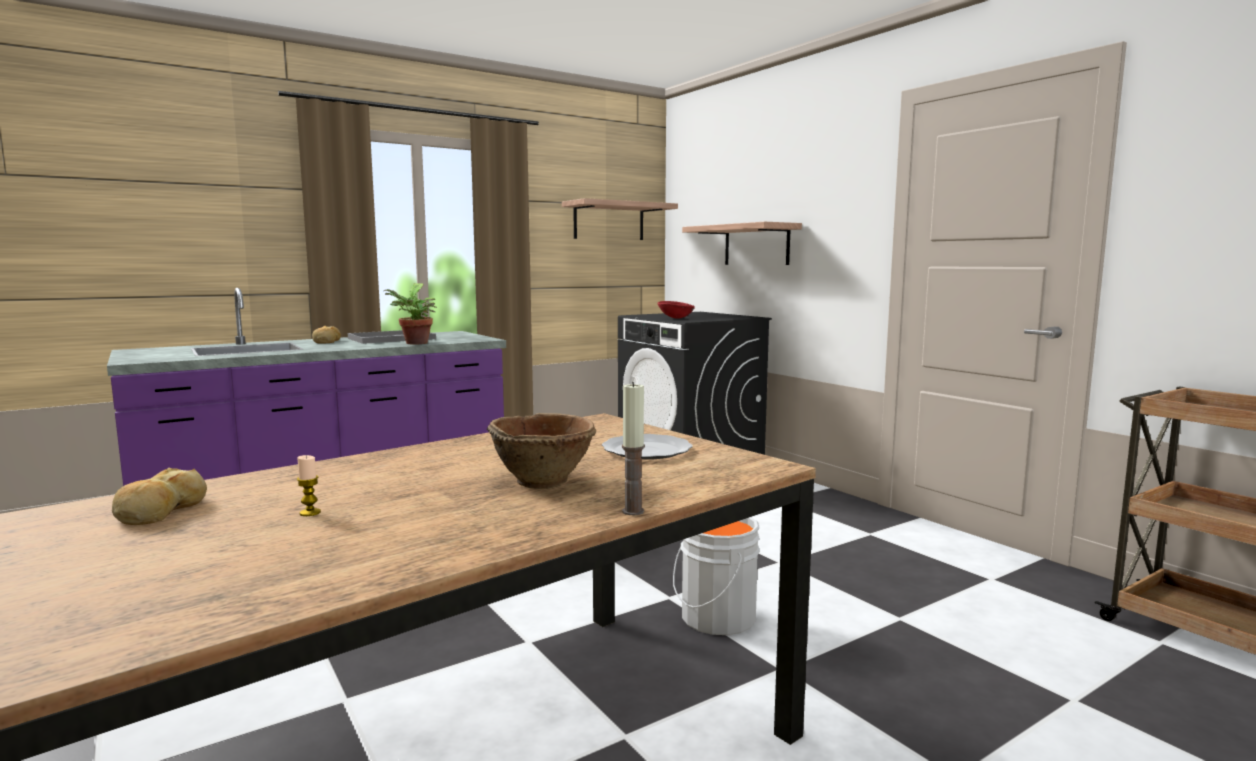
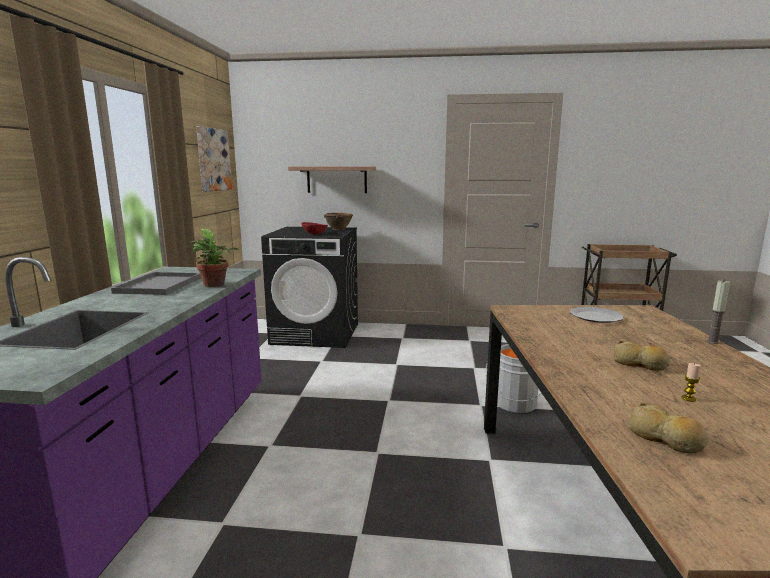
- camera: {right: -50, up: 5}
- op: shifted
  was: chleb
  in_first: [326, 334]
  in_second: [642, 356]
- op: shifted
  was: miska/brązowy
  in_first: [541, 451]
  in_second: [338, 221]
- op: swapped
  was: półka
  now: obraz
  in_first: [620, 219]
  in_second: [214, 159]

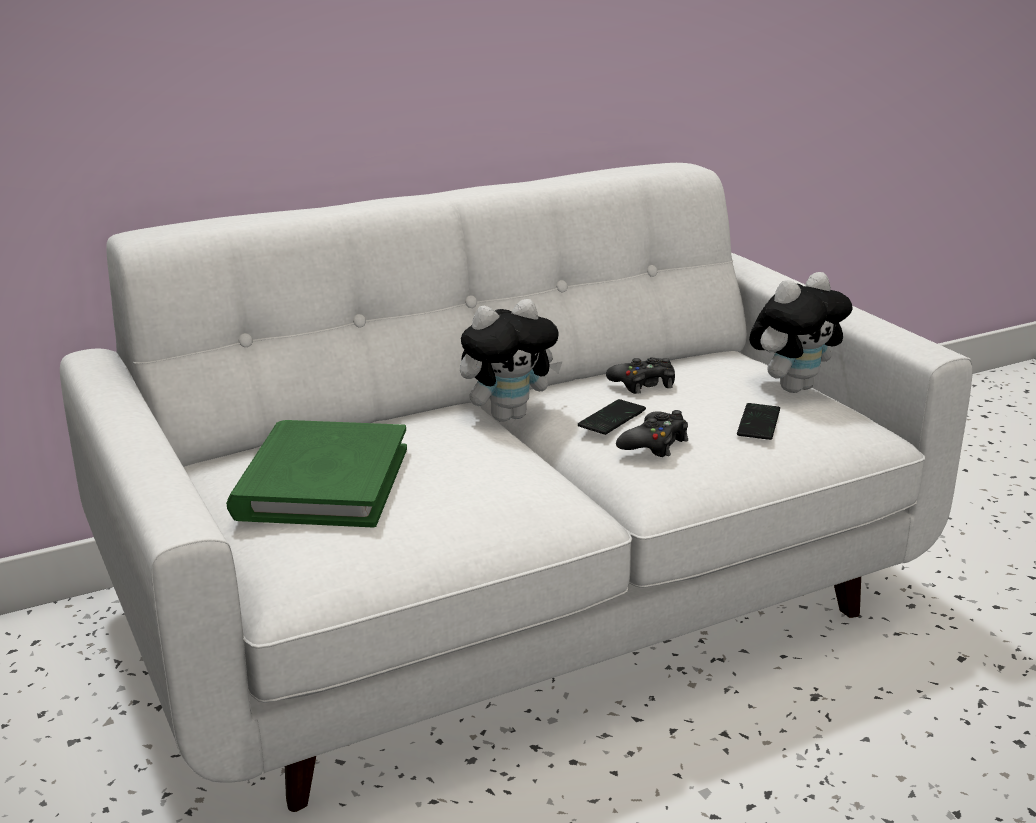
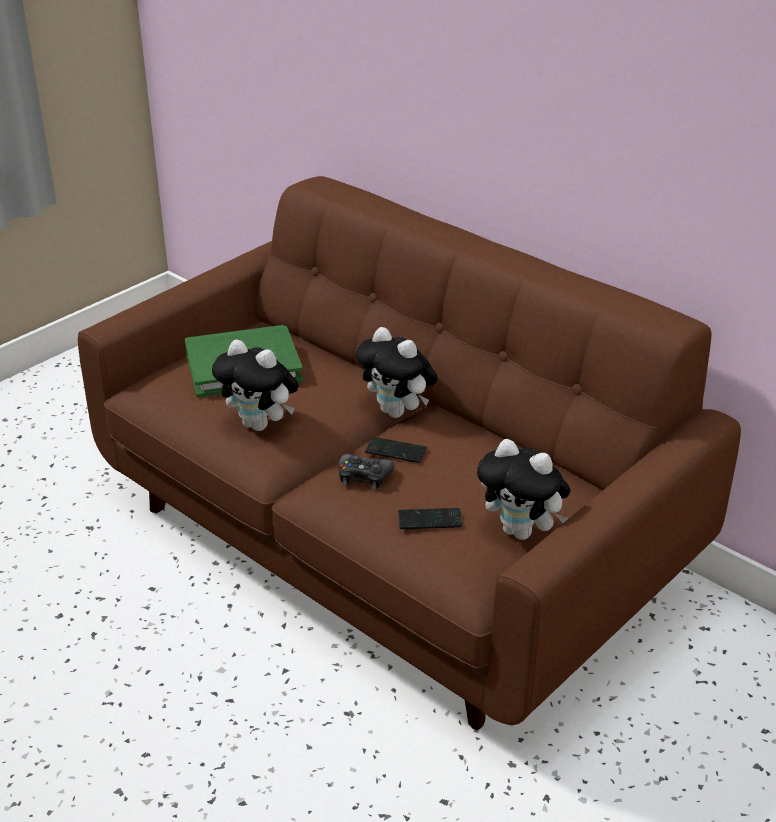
- camera: {right: 70, up: 10}
- op: repainted
  was: kanapa/biały
  now: kanapa/brązowy
  in_first: [516, 487]
  in_second: [409, 453]
- op: gone
  was: pad do gier/czarny
  in_first: [640, 375]
- op: new
  now: pluszak
  in_second: [255, 385]

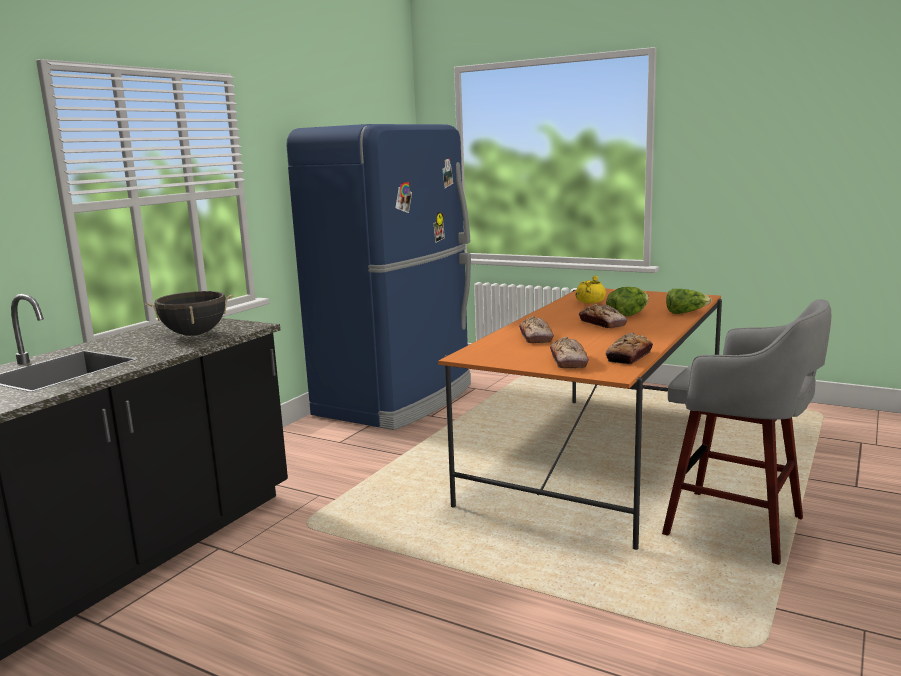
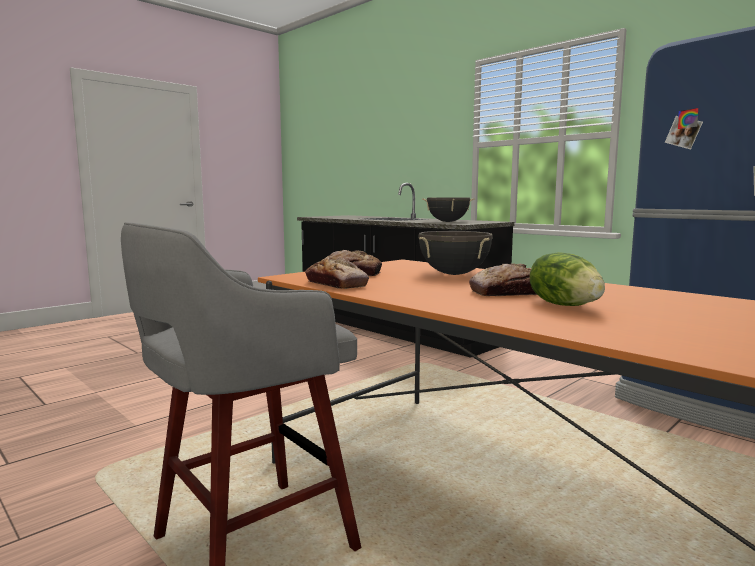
- camera: {right: 105, up: -5}
- op: swapped
  was: chleb
  now: garnek/czarny
  in_first: [536, 330]
  in_second: [455, 253]
- op: gone
  was: garnek/żółty
  in_first: [591, 289]
- op: gone
  was: sałata
  in_first: [688, 301]

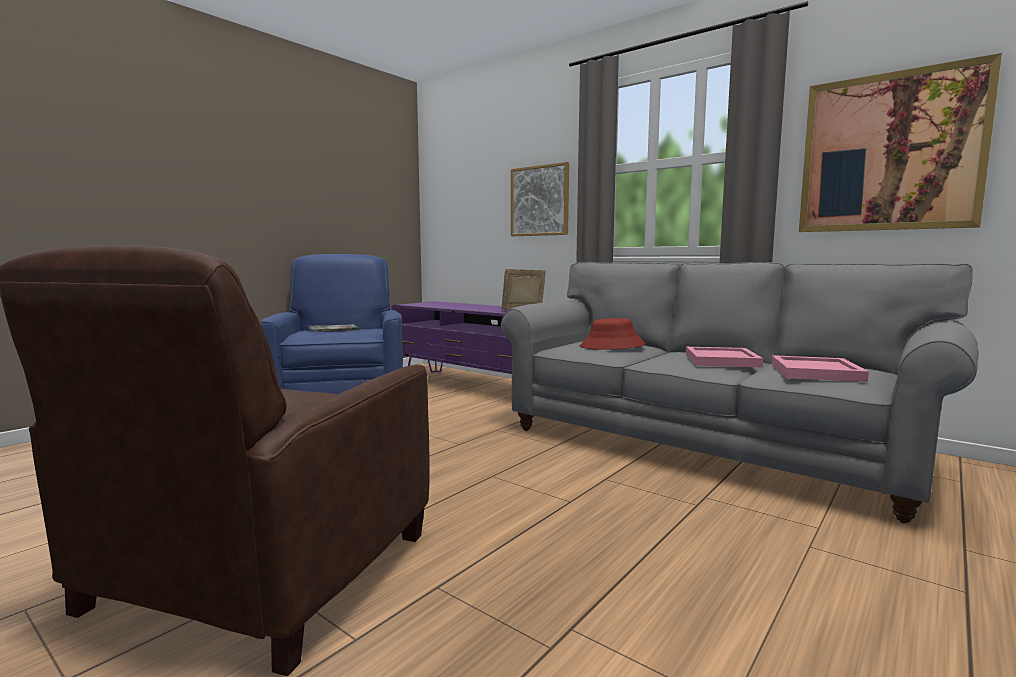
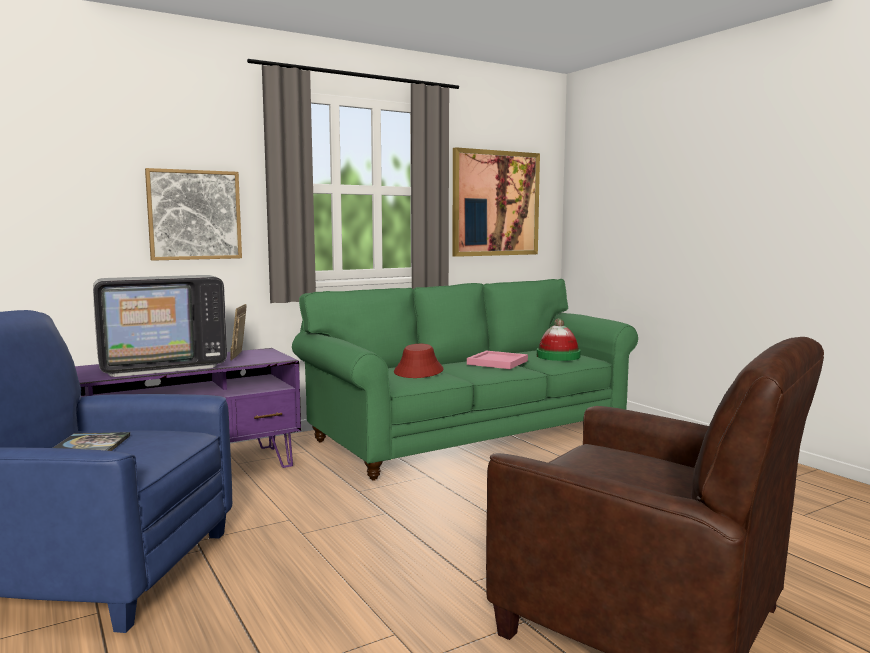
- camera: {right: -70, up: 0}
- op: repainted
  was: kanapa/szary
  now: kanapa/zielony
  in_first: [740, 392]
  in_second: [465, 380]
- op: swapped
  was: taca/różowy
  now: kapelusz
  in_first: [820, 368]
  in_second: [559, 339]
- op: new
  now: telewizor
  in_second: [160, 326]

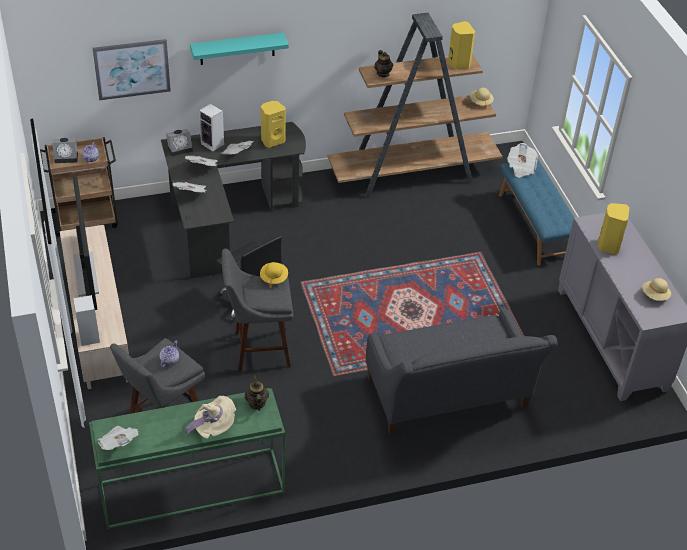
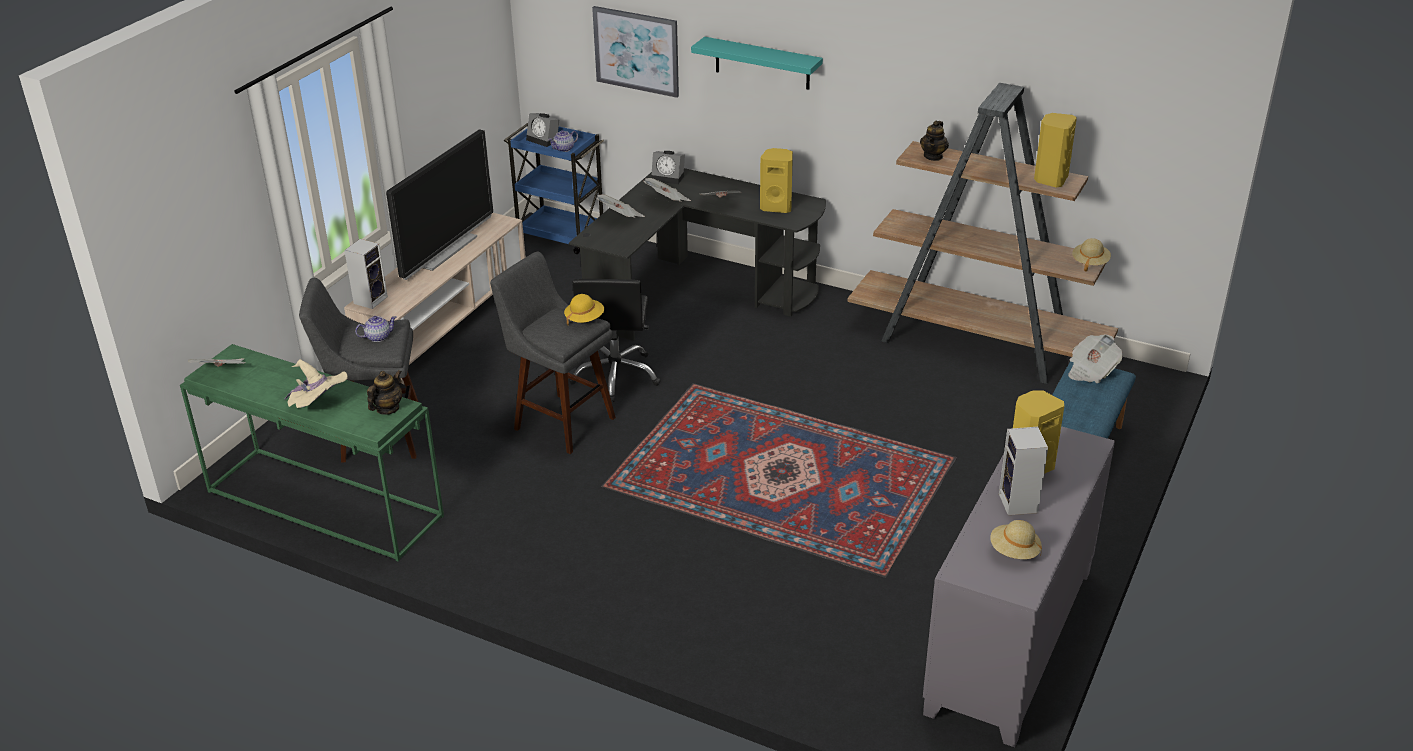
- camera: {right: 45, up: -10}
- op: repainted
  was: wózek/brązowy
  now: wózek/niebieski
  in_first: [79, 187]
  in_second: [554, 188]
- op: shifted
  was: głośnik
  in_first: [211, 127]
  in_second: [1023, 471]
- op: gone
  was: kanapa/szary
  in_first: [462, 372]

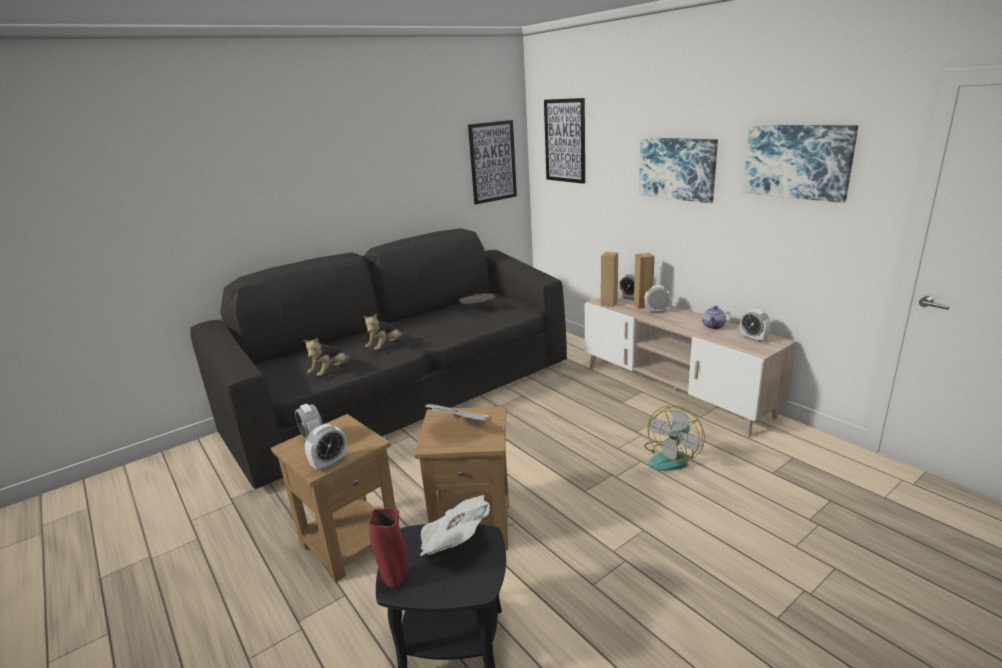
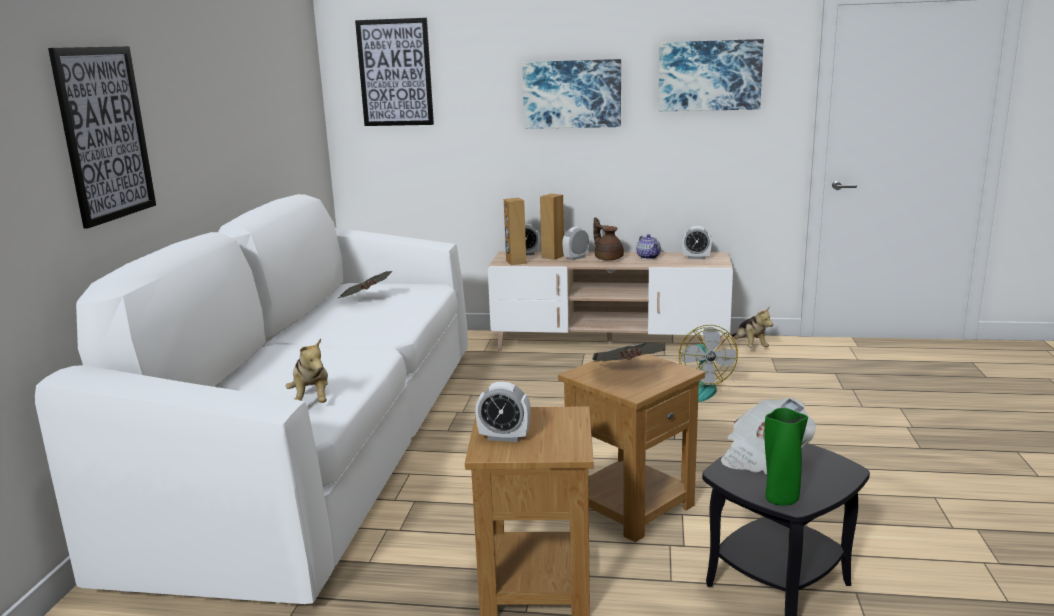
- camera: {right: -45, up: -5}
- op: repainted
  was: kanapa/czarny
  now: kanapa/biały
  in_first: [378, 358]
  in_second: [251, 399]
- op: gone
  was: budzik
  in_first: [326, 447]
- op: shifted
  was: pluszak
  in_first: [383, 332]
  in_second: [752, 327]
- op: repainted
  was: wazon/czerwony
  now: wazon/zielony
  in_first: [388, 547]
  in_second: [786, 457]
- op: shifted
  was: obraz
  in_first: [492, 162]
  in_second: [102, 137]
- op: new
  now: imbryk/brązowy
  in_second: [608, 239]

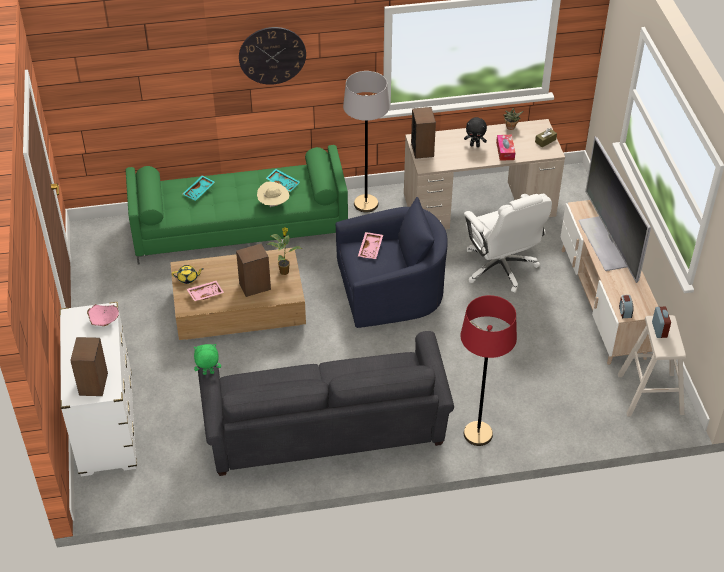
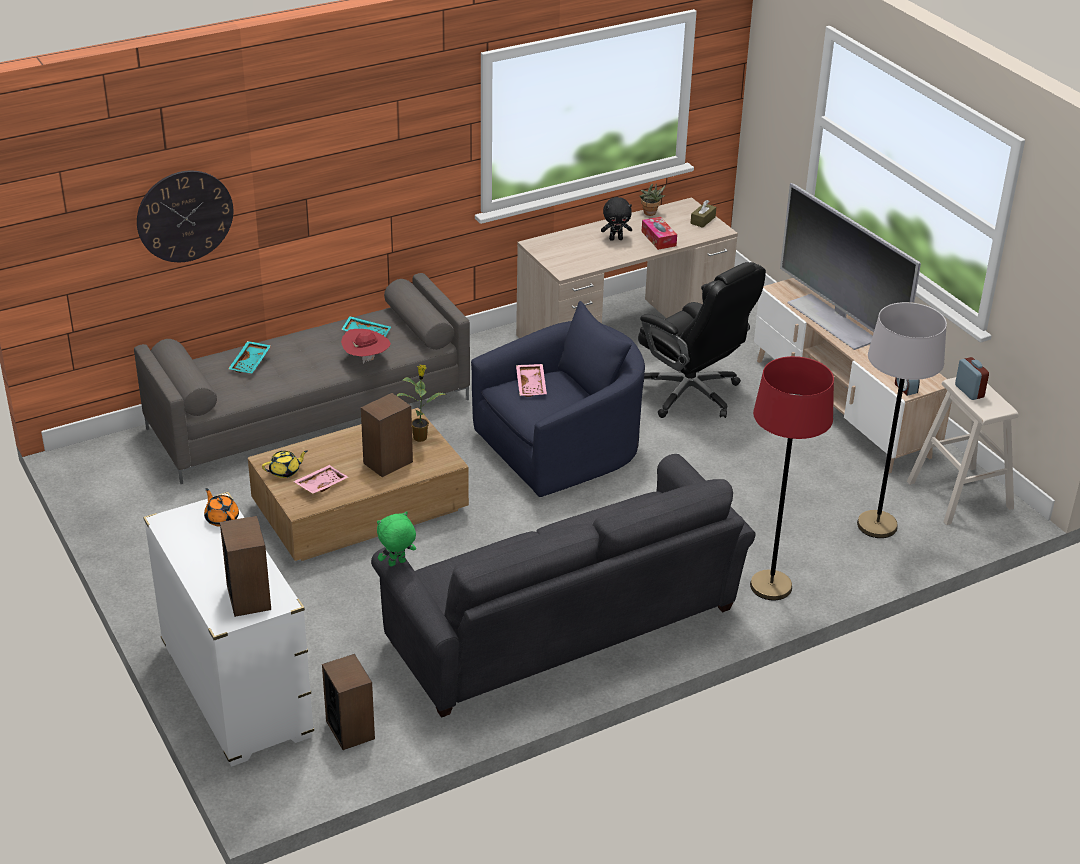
- camera: {right: -20, up: -10}
- op: swapped
  was: miska/różowy
  now: imbryk/pomarańczowy
  in_first: [103, 315]
  in_second: [221, 507]
- op: repainted
  was: kanapa/zielony
  now: kanapa/szary
  in_first: [237, 205]
  in_second: [302, 378]
- op: shifted
  was: zegar ścienny
  in_first: [272, 56]
  in_second: [185, 216]
- op: repainted
  was: kapelusz/beżowy
  now: kapelusz/czerwony
  in_first: [273, 194]
  in_second: [366, 346]
- op: shifted
  was: lampa stojąca/szary
  in_first: [366, 142]
  in_second: [902, 420]
- op: shifted
  was: głośnik
  in_first: [423, 133]
  in_second: [348, 702]
- op: repainted
  was: krzesło biurowe/biały
  now: krzesło biurowe/czarny
  in_first: [508, 243]
  in_second: [702, 340]

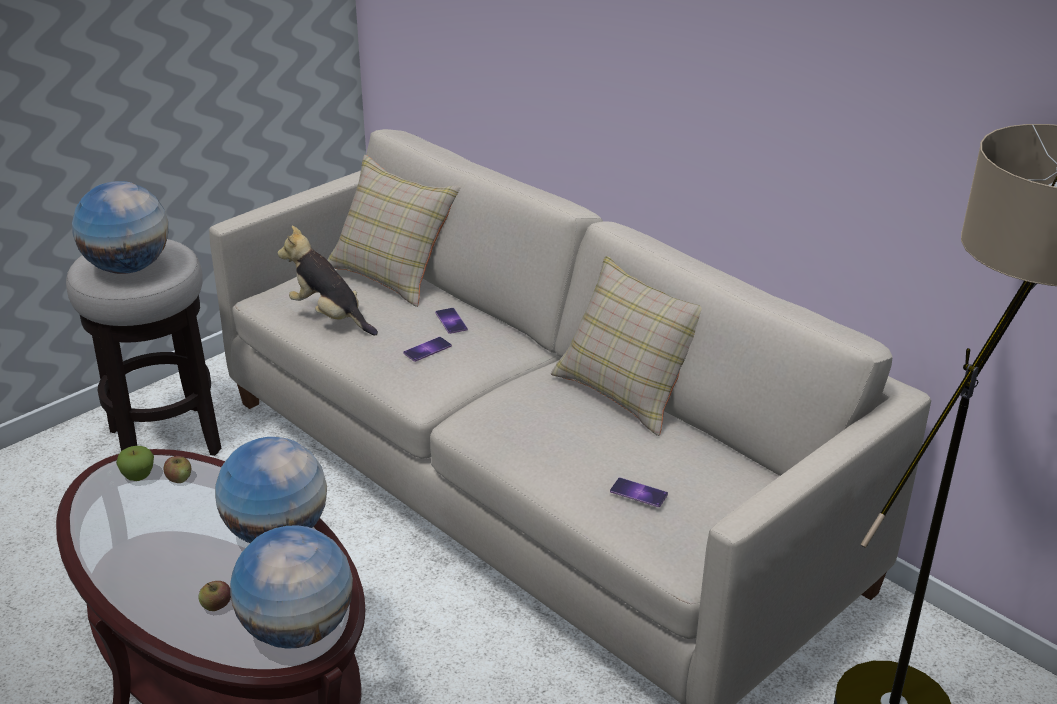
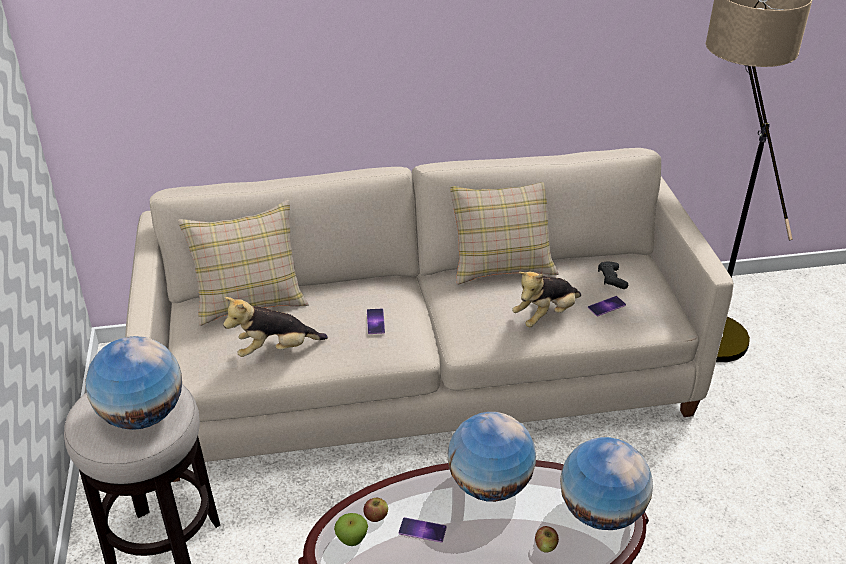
- camera: {right: -55, up: 5}
- op: shifted
  was: telefon
  in_first: [451, 321]
  in_second: [423, 530]
- op: new
  now: pluszak
  in_second: [546, 299]
- op: new
  now: pad do gier/czarny
  in_second: [613, 275]

